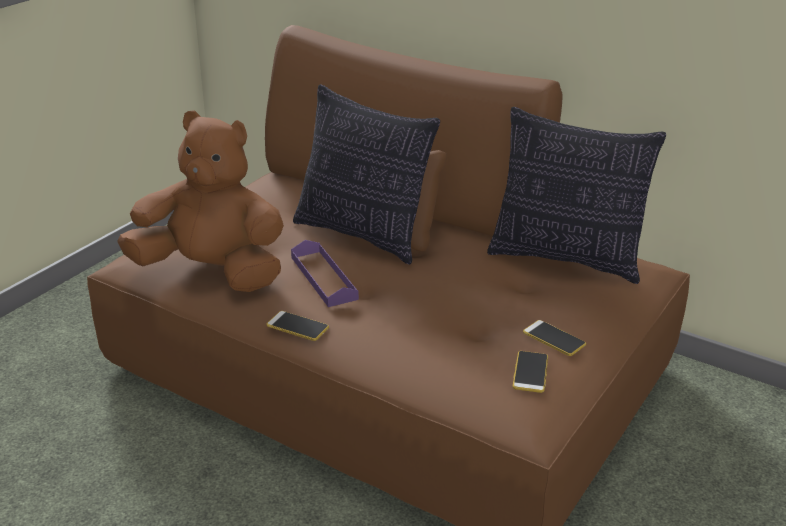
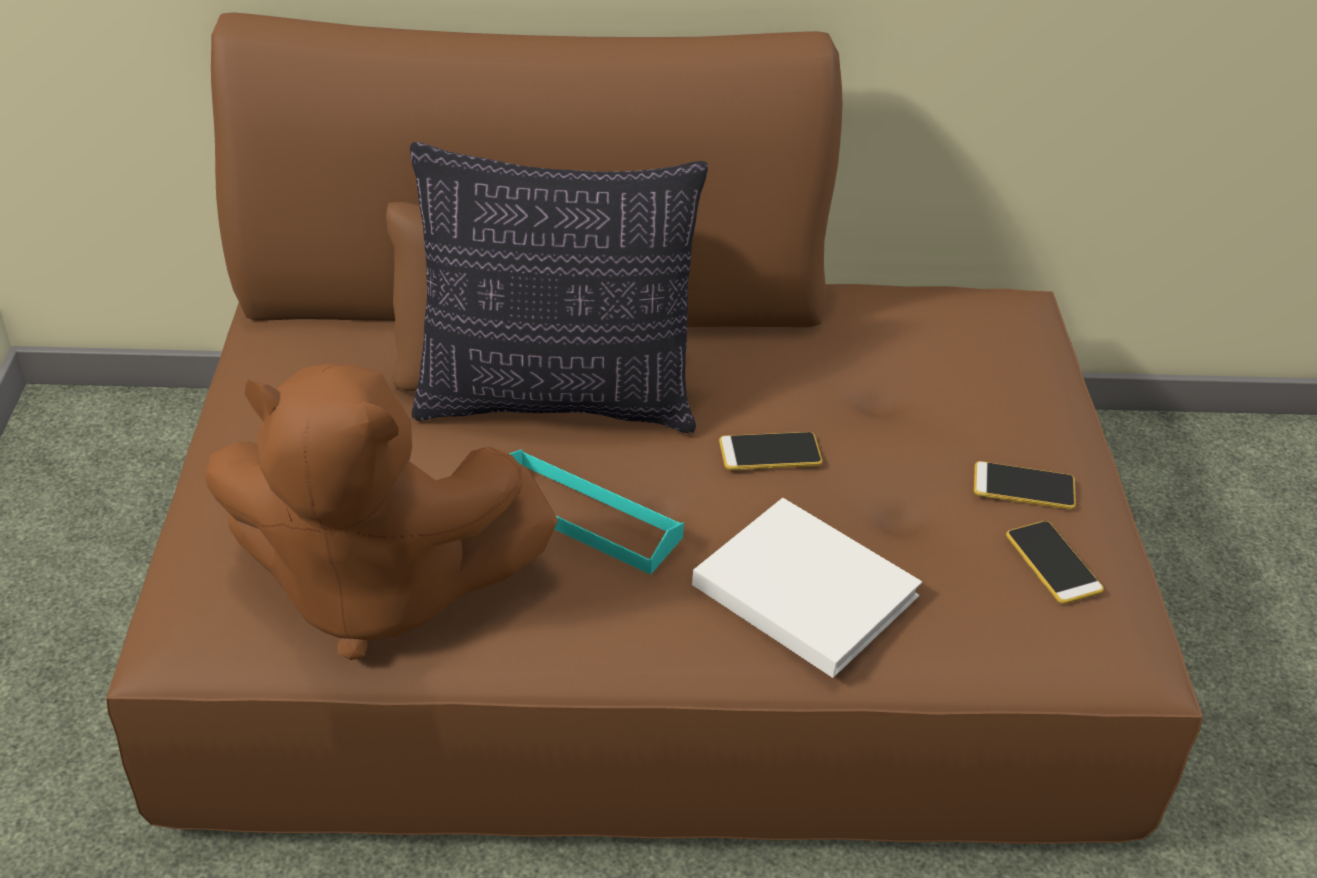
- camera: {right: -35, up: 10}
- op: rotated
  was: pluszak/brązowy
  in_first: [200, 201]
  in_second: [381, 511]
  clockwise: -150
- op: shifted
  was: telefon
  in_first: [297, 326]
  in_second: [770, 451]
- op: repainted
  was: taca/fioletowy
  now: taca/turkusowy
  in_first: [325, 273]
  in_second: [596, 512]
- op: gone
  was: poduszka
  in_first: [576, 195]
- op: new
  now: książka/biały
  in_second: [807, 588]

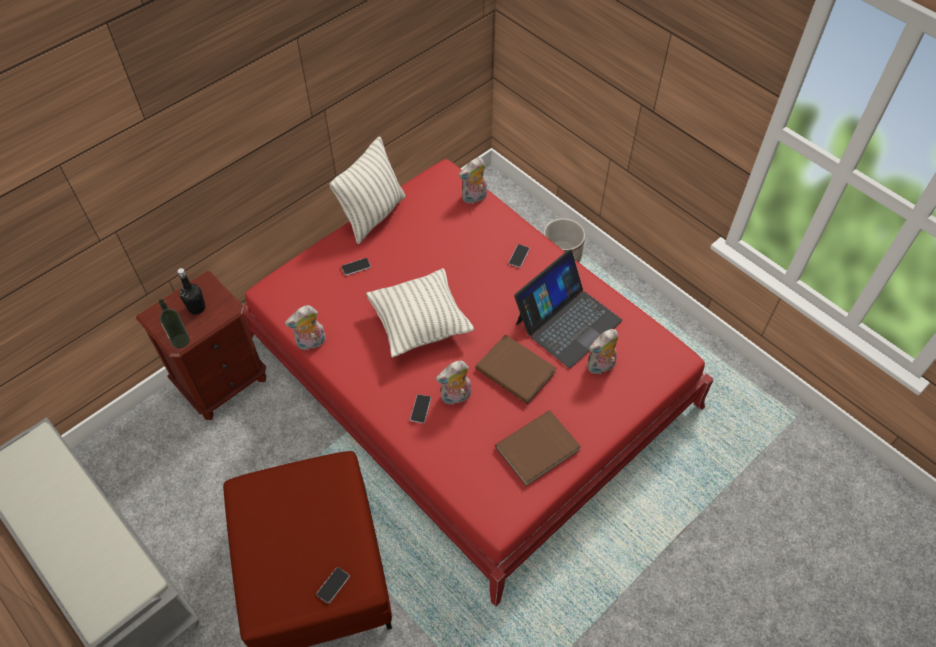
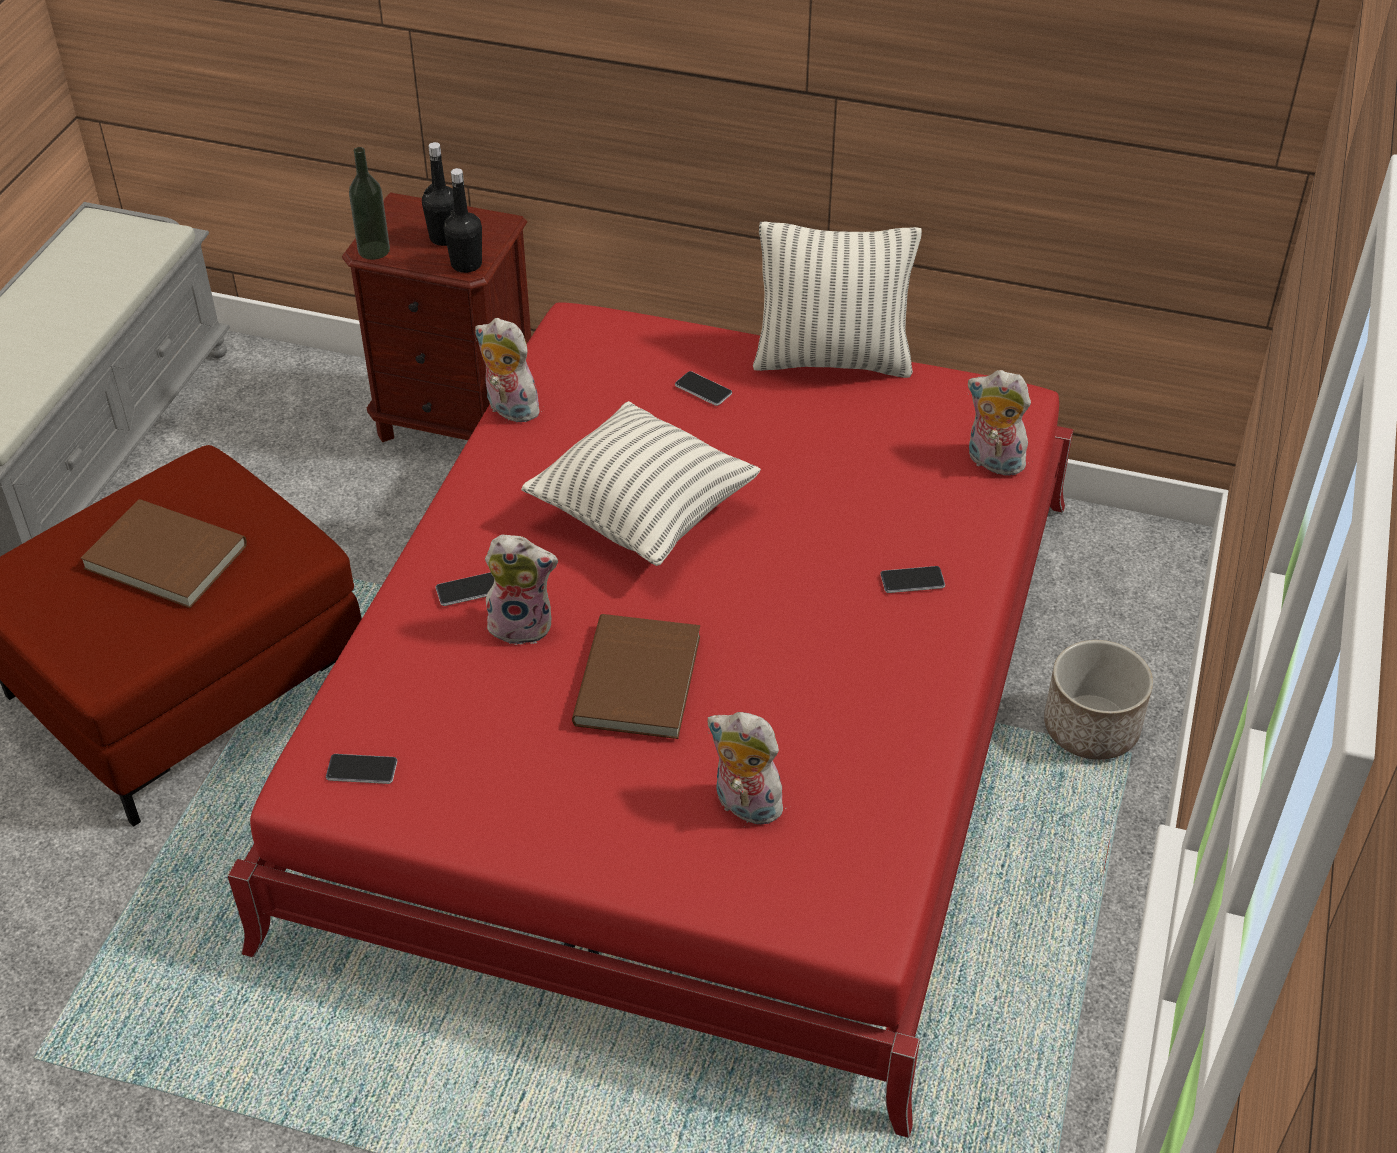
- camera: {right: 60, up: -10}
- op: shifted
  was: telefon
  in_first: [333, 585]
  in_second: [361, 769]
- op: rotated
  was: pluszak
  in_first: [453, 382]
  in_second: [521, 590]
  clockwise: 150
- op: shifted
  was: książka/brązowy
  in_first: [538, 448]
  in_second: [164, 553]
- op: gone
  was: laptop
  in_first: [568, 308]
- op: new
  now: butelka/czarny
  in_second: [463, 220]

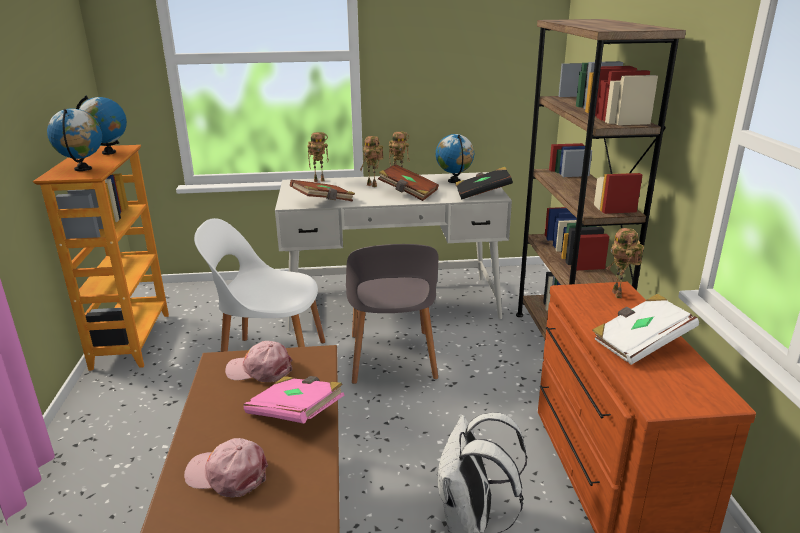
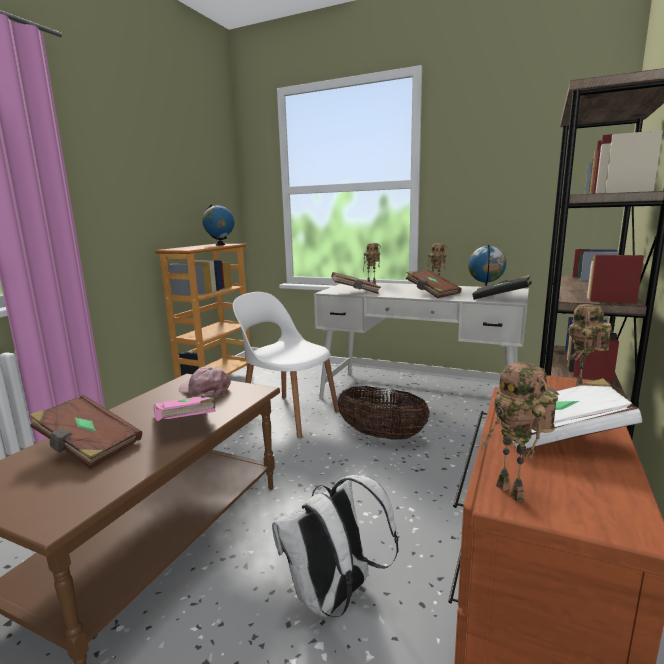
- camera: {right: 30, up: -10}
- op: gone
  was: globus
  in_first: [74, 139]
- op: swapped
  was: czapka z daszkiem/różowy
  now: książka/brązowy
  in_first: [226, 468]
  in_second: [85, 432]
- op: swapped
  was: krzesło/szary
  now: koszyk
  in_first: [392, 314]
  in_second: [383, 413]
- op: shifted
  was: robot zabawkowy
  in_first: [372, 161]
  in_second: [519, 432]

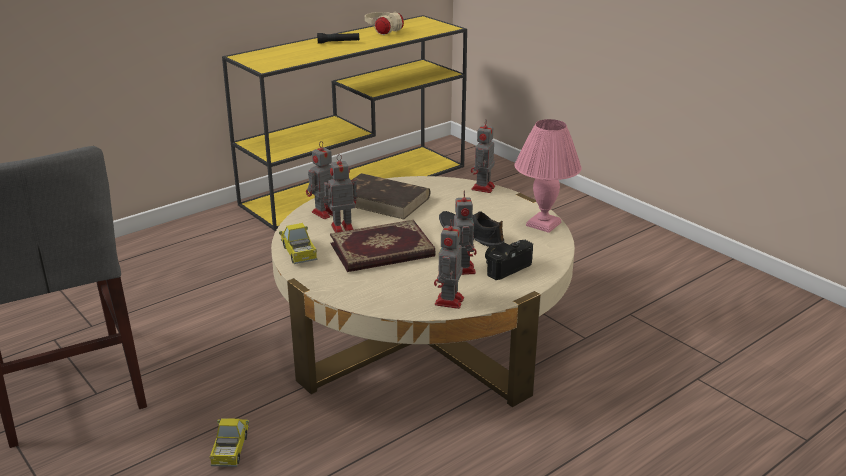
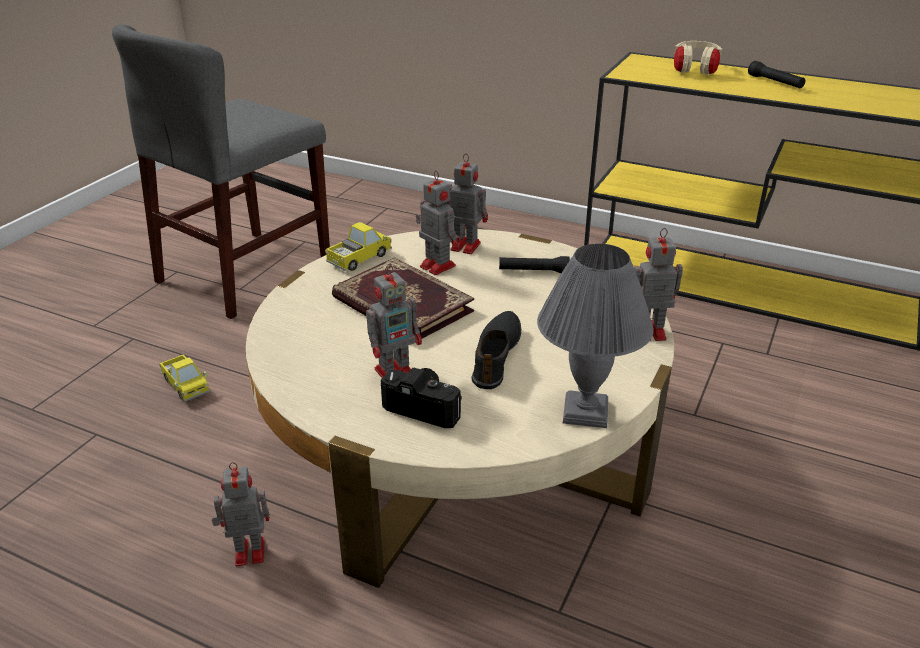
- camera: {right: 65, up: 5}
- op: rotated
  was: ciężarówka zabawkowa
  in_first: [229, 442]
  in_second: [184, 378]
  clockwise: 75
- op: swapped
  was: książka/brązowy
  now: latarka/czarny
  in_first: [390, 196]
  in_second: [534, 264]
- op: shifted
  was: słuchawki/beżowy
  in_first: [384, 23]
  in_second: [698, 58]
- op: shifted
  was: robot zabawkowy
  in_first: [449, 264]
  in_second: [241, 514]
- op: repainted
  was: lampa stołowa/różowy
  now: lampa stołowa/szary
  in_first: [548, 176]
  in_second: [595, 335]

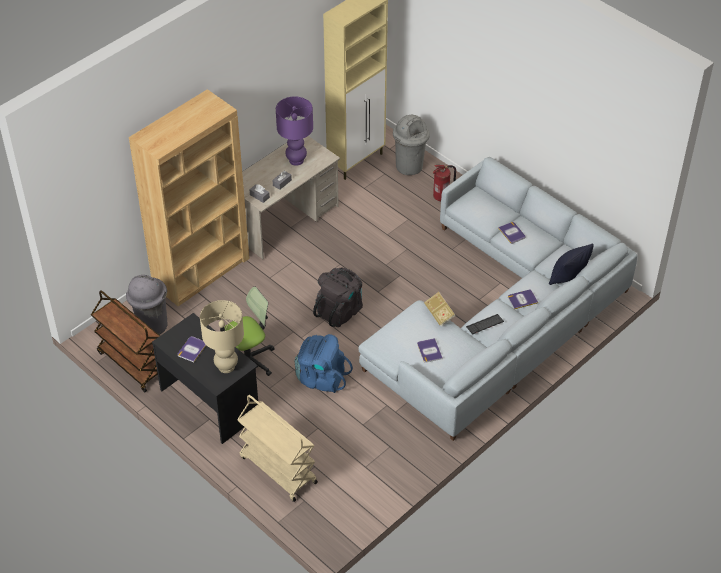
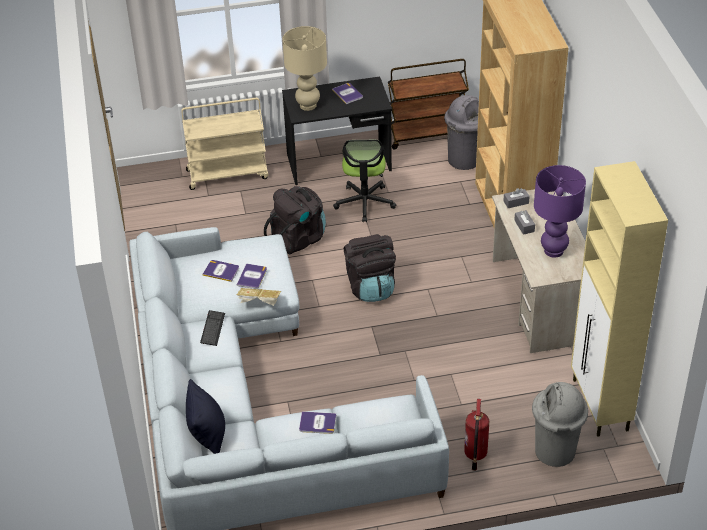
- camera: {right: 125, up: -5}
- op: repainted
  was: plecak/niebieski
  now: plecak/czarny
  in_first: [324, 363]
  in_second: [295, 220]
- op: shifted
  was: książka
  in_first: [523, 299]
  in_second: [252, 276]

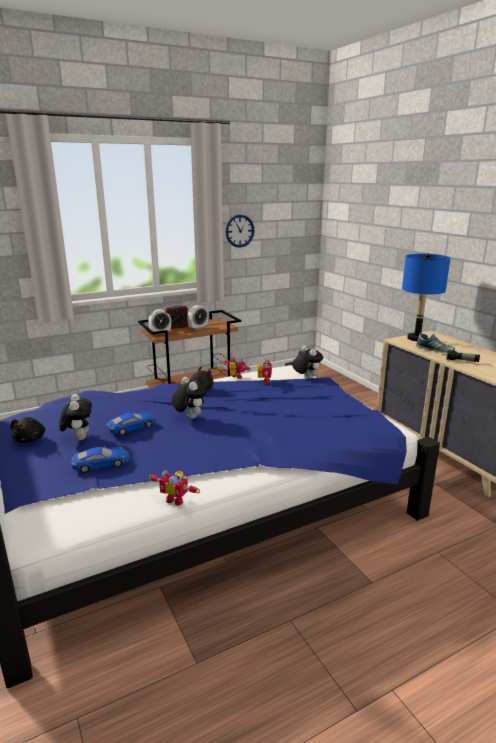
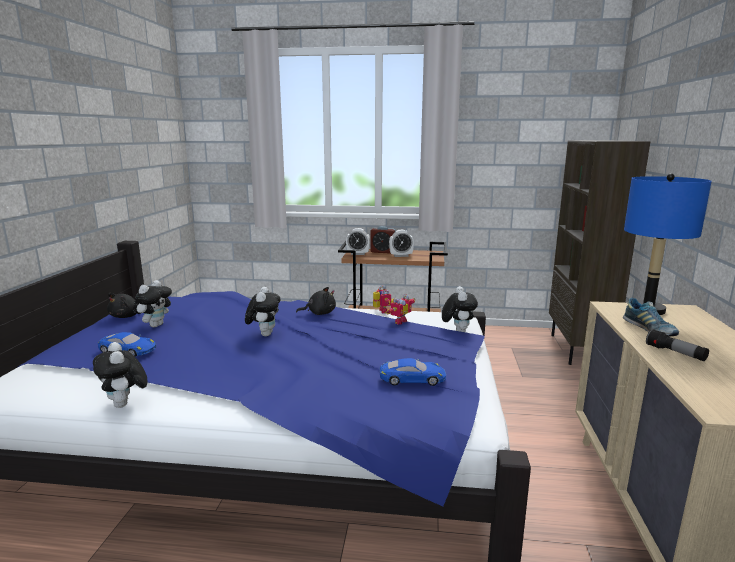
- camera: {right: 35, up: -5}
- op: shifted
  was: samochodzik/niebieski
  in_first: [131, 423]
  in_second: [413, 372]
- op: swapped
  was: robot zabawkowy
  now: pluszak
  in_first: [174, 488]
  in_second: [120, 375]
- op: gone
  was: zegar ścienny
  in_first: [240, 231]
- op: new
  now: regał/brązowy
  in_second: [599, 252]

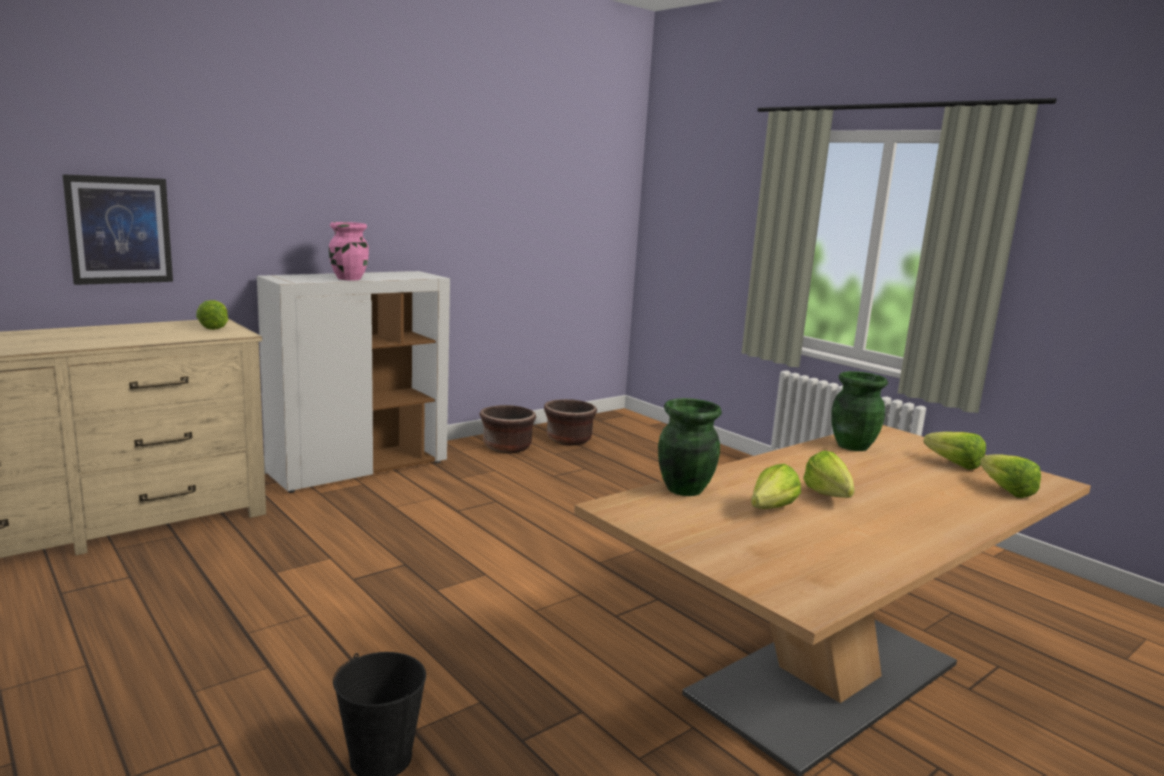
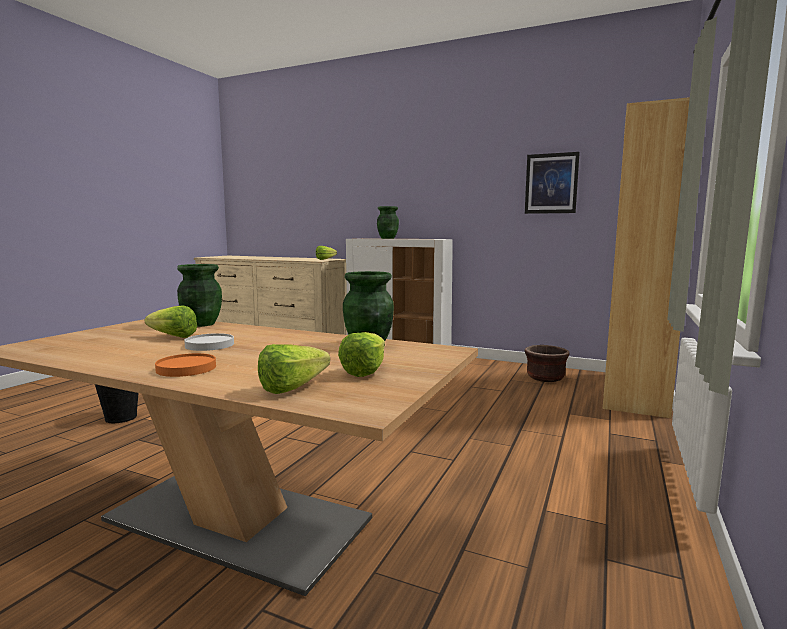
- camera: {right: 65, up: -5}
- op: shifted
  was: obraz
  in_first: [117, 229]
  in_second: [552, 183]
- op: repainted
  was: wazon/różowy
  now: wazon/zielony
  in_first: [349, 251]
  in_second: [388, 222]
- op: gone
  was: donica/brązowy
  in_first: [507, 429]
- op: swapped
  was: sałata
  now: talerz/biały
  in_first: [829, 474]
  in_second: [209, 342]
- op: new
  now: talerz/pomarańczowy
  in_second: [185, 365]
- op: new
  now: regał/brązowy
  in_second: [646, 257]

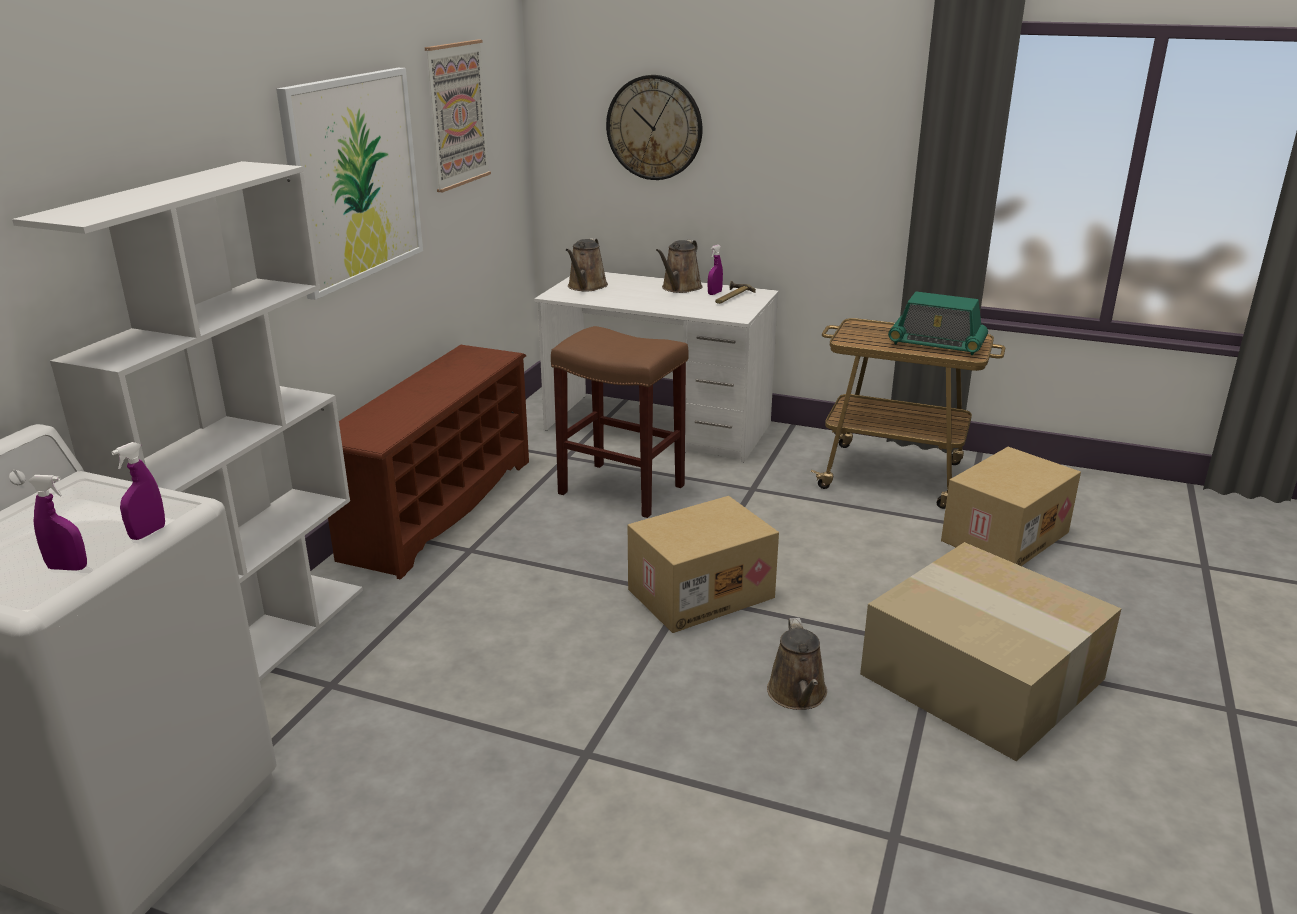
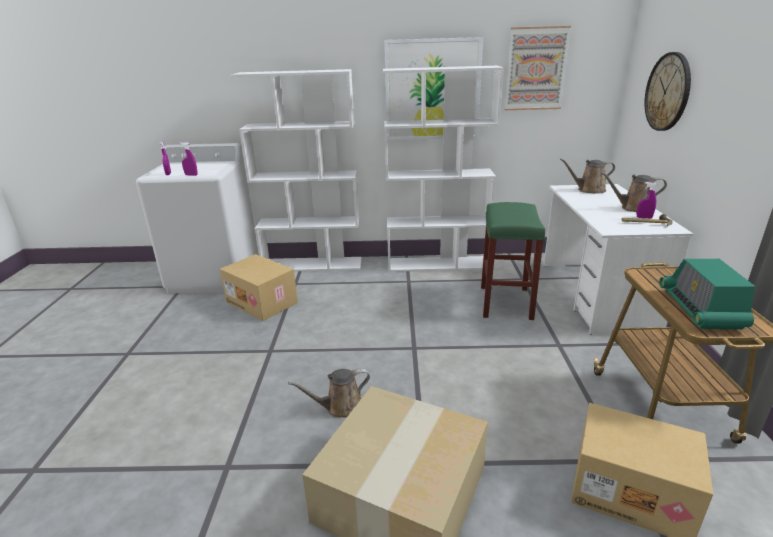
- camera: {right: 70, up: 0}
- op: swapped
  was: regał na buty/brązowy
  now: regał/biały
  in_first: [428, 462]
  in_second: [443, 169]
- op: repainted
  was: stołek/brązowy
  now: stołek/zielony
  in_first: [620, 422]
  in_second: [513, 261]
- op: shifted
  was: karton
  in_first: [703, 564]
  in_second: [259, 287]

